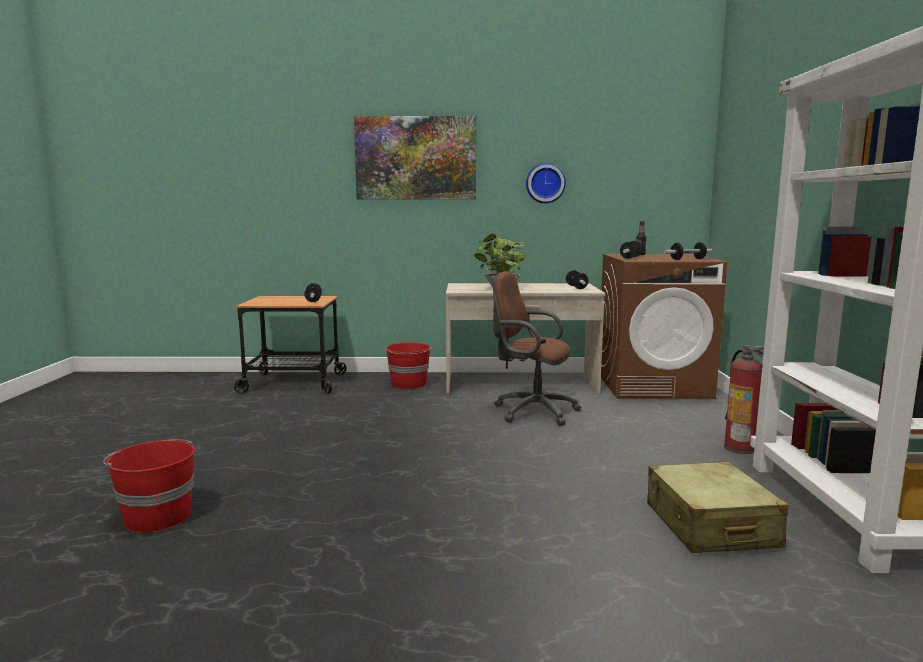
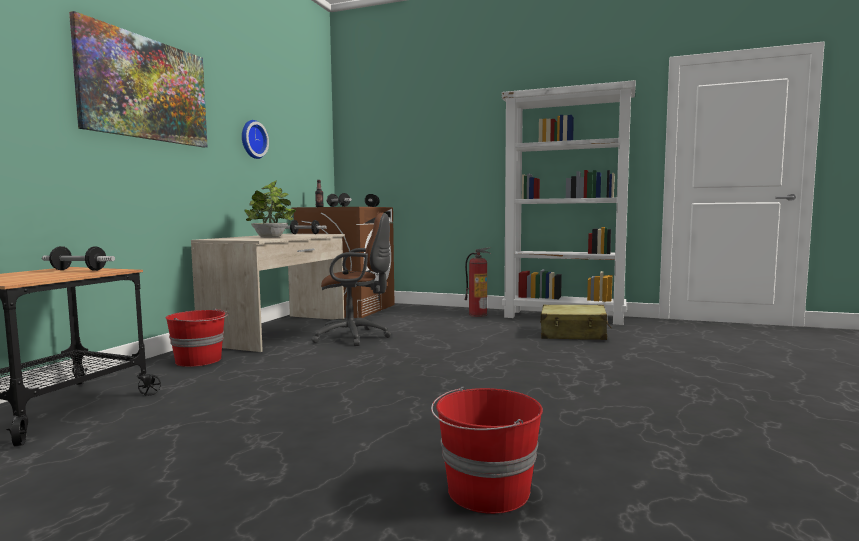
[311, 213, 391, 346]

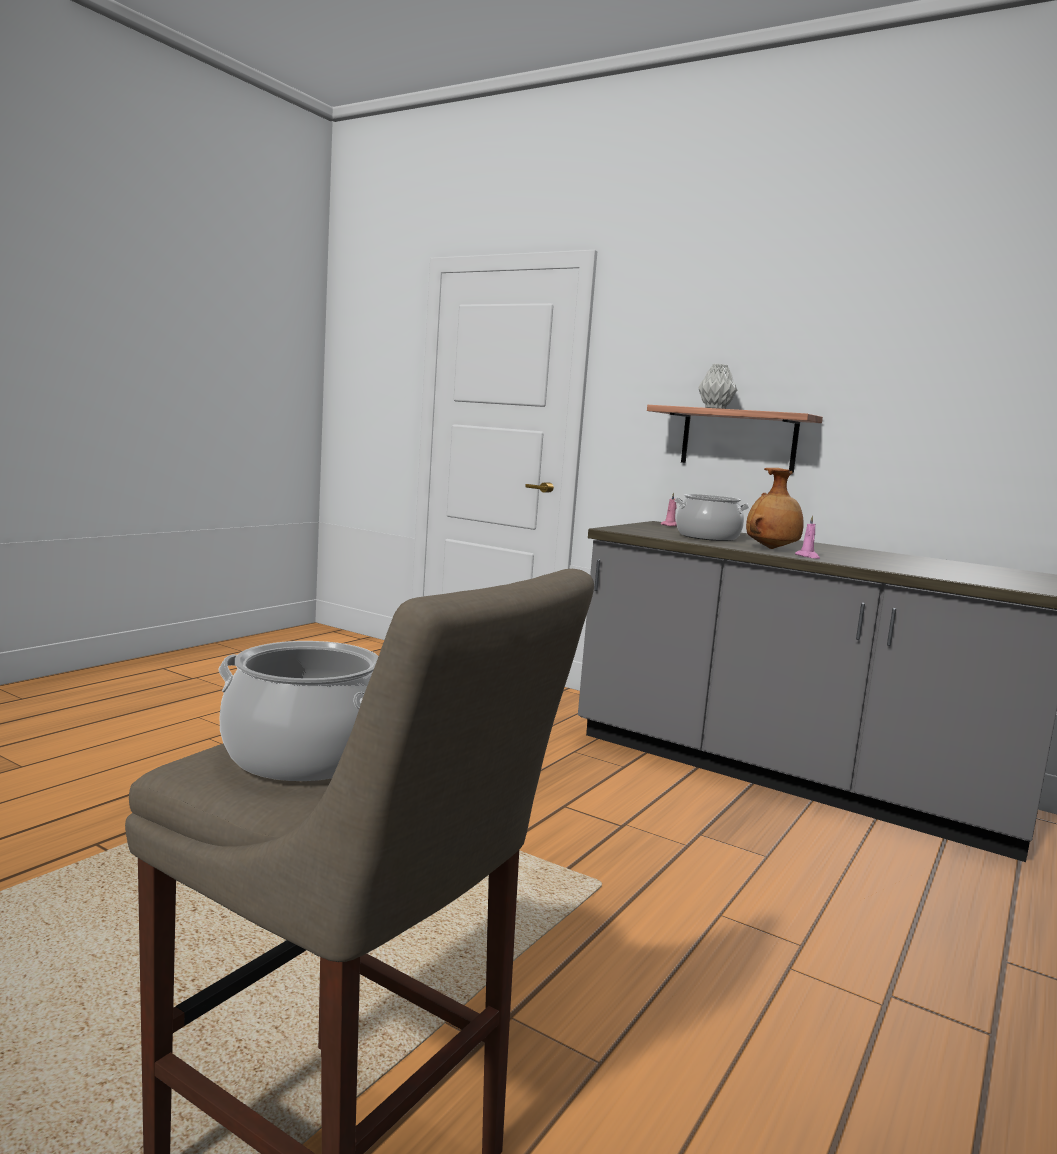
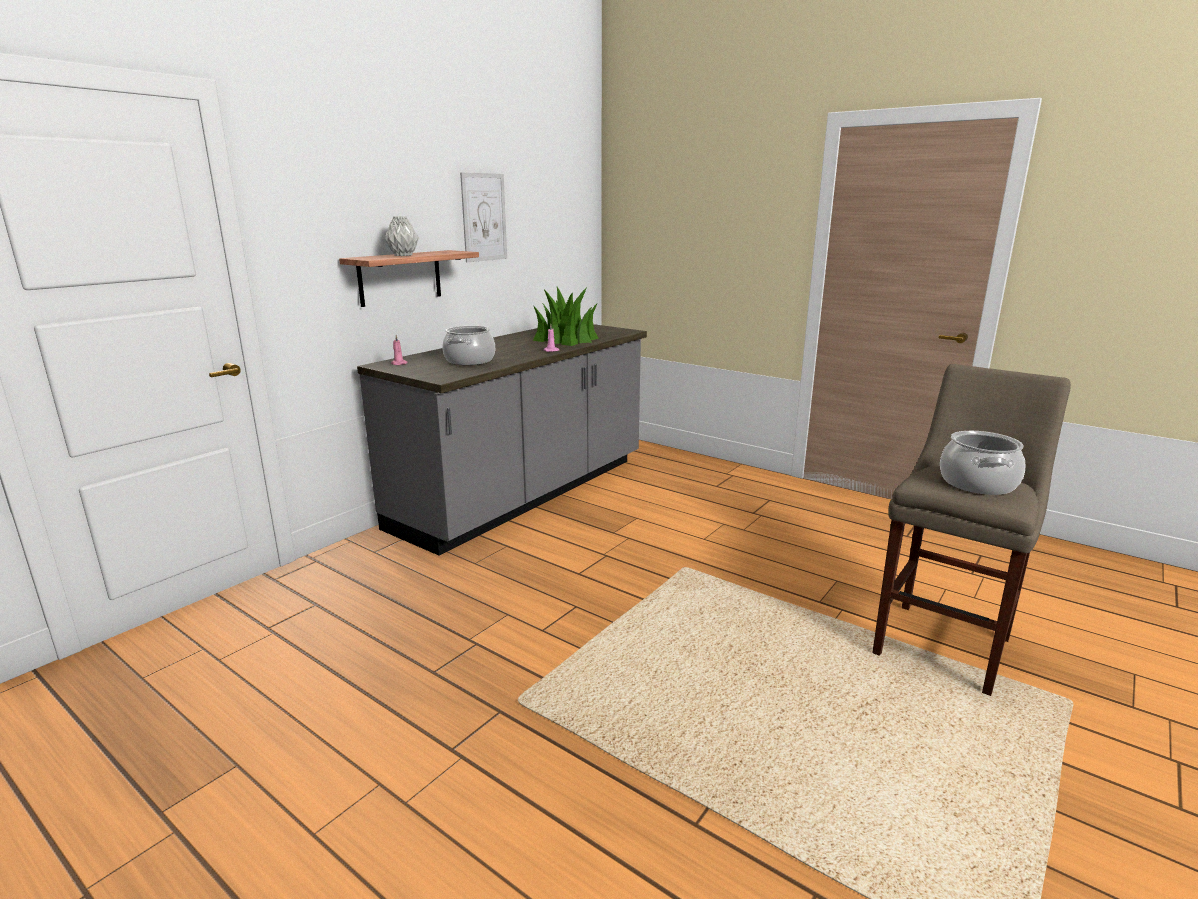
[746, 468, 804, 549] (first image)
[460, 172, 507, 262]
[533, 287, 599, 346]

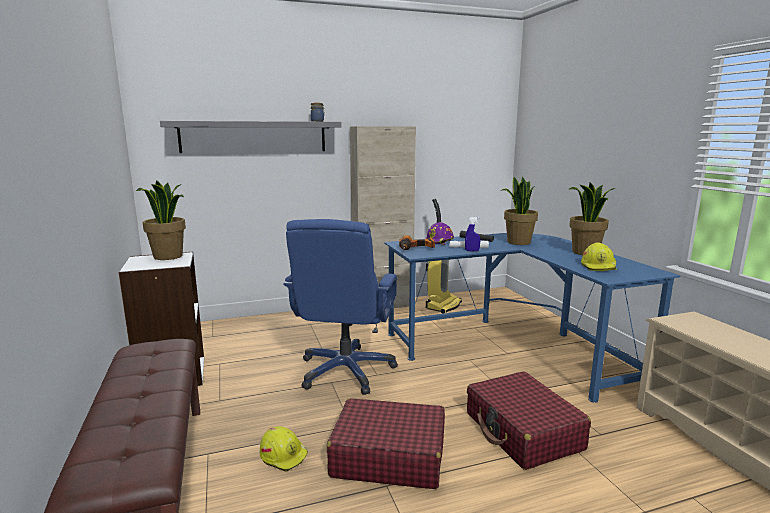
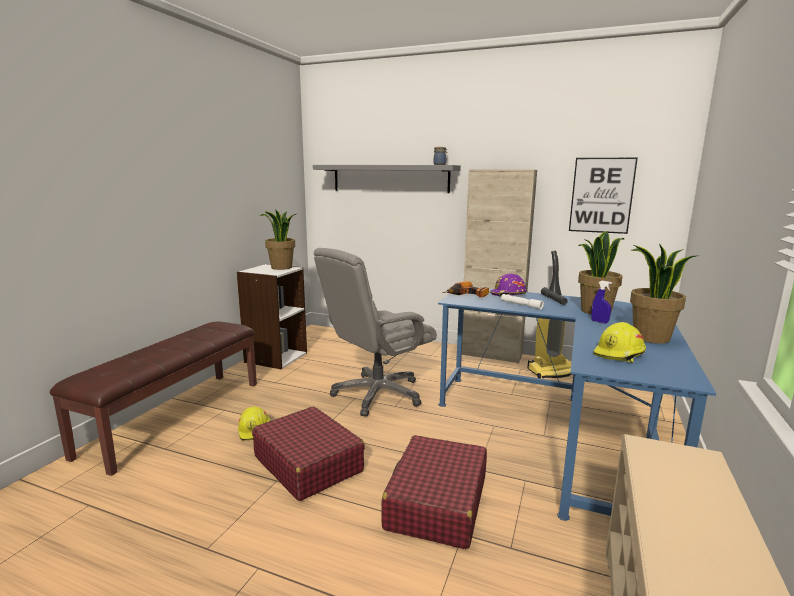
[591, 281, 612, 323]
[314, 248, 437, 416]
[569, 158, 638, 234]

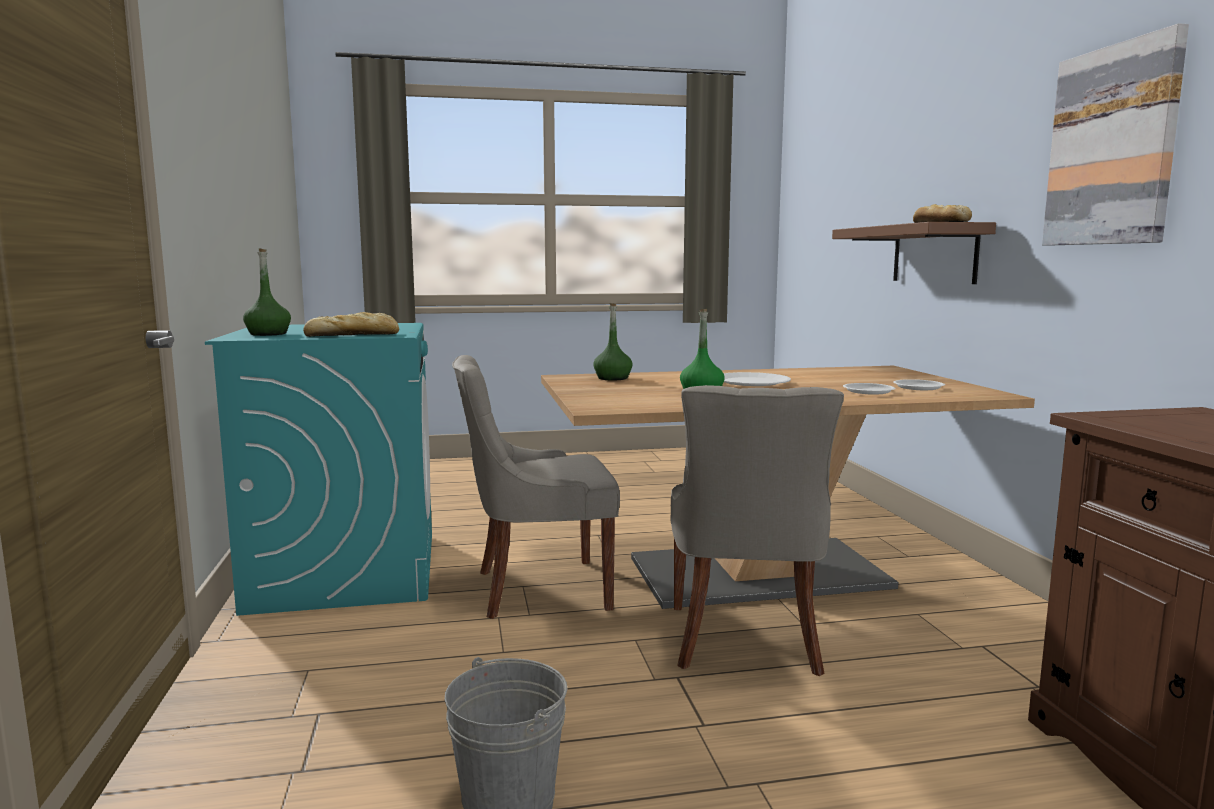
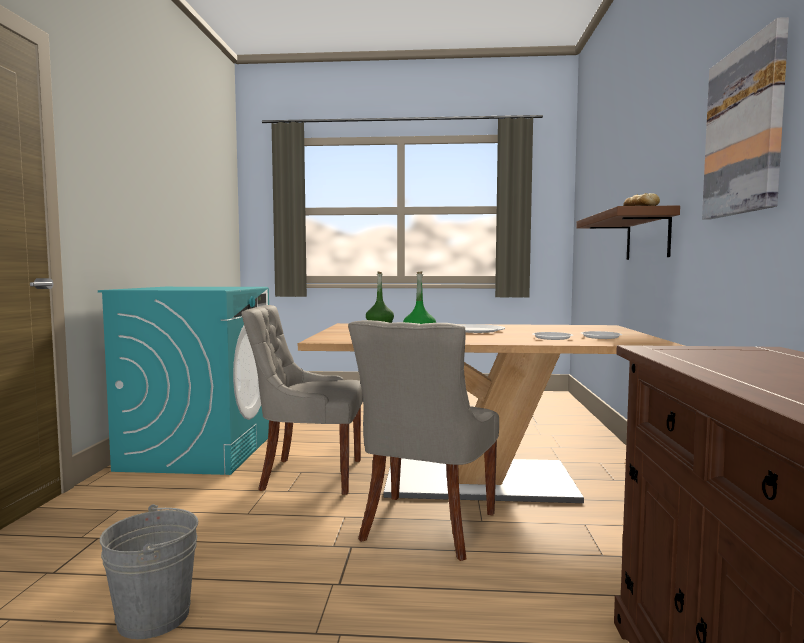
[243, 248, 291, 336] (first image)
[303, 312, 399, 337] (first image)

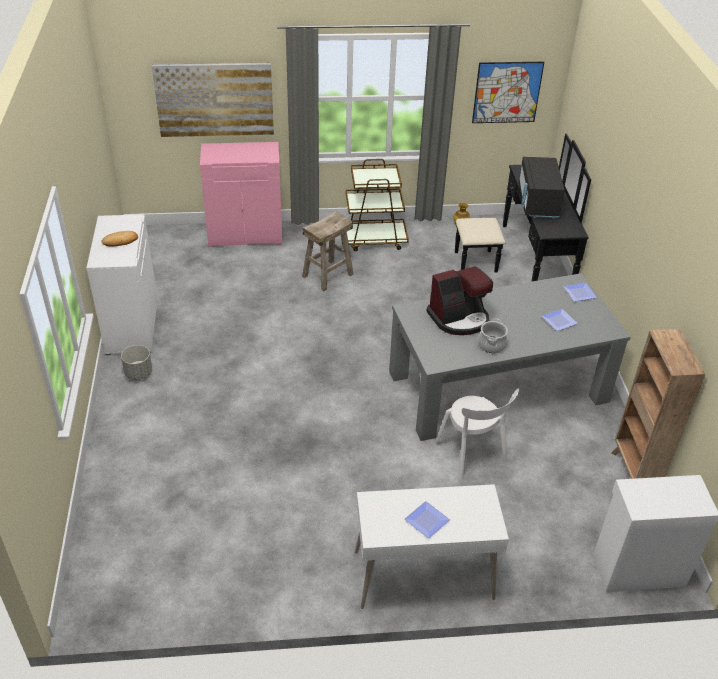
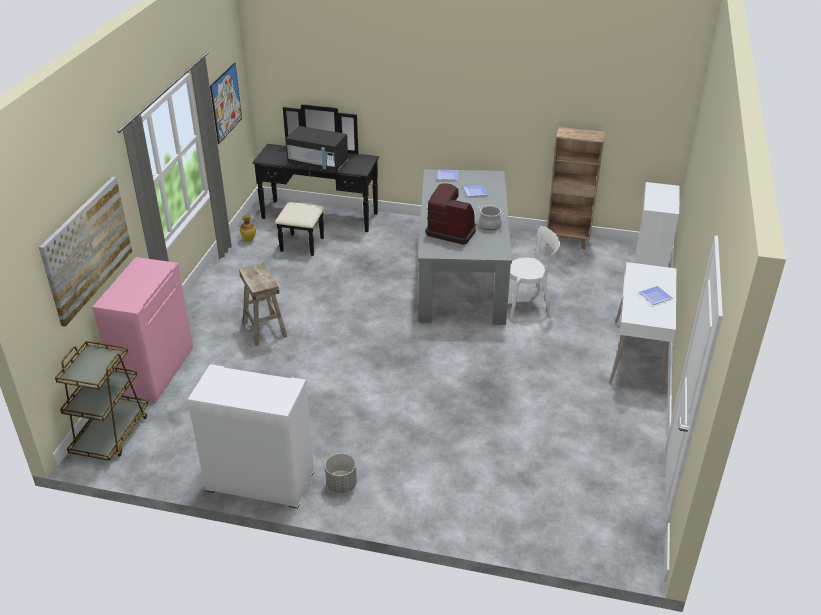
[55, 341, 148, 461]
[101, 231, 138, 246] (first image)
[425, 183, 476, 245]

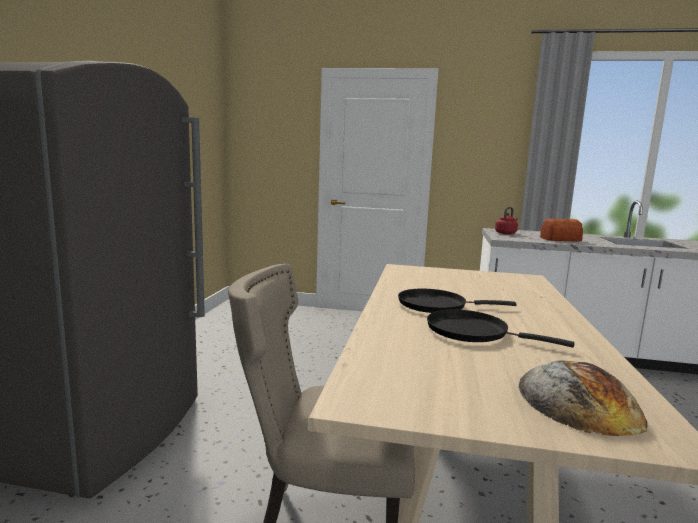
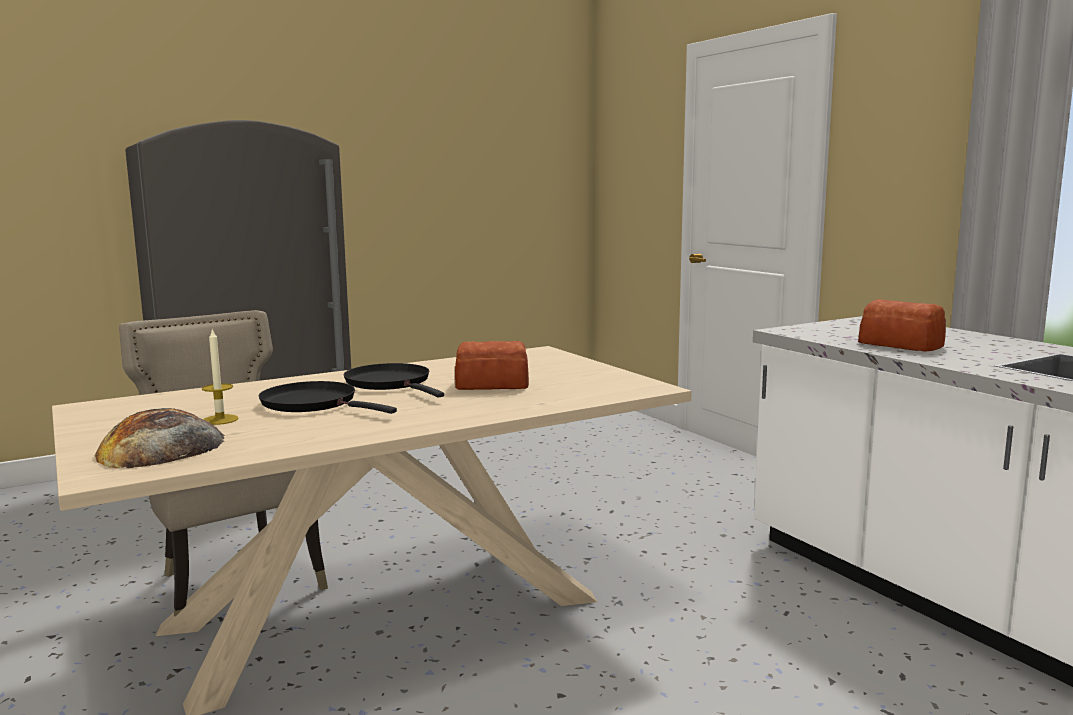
[495, 207, 518, 234] (first image)
[259, 381, 397, 414]
[202, 328, 239, 425]
[455, 341, 529, 390]

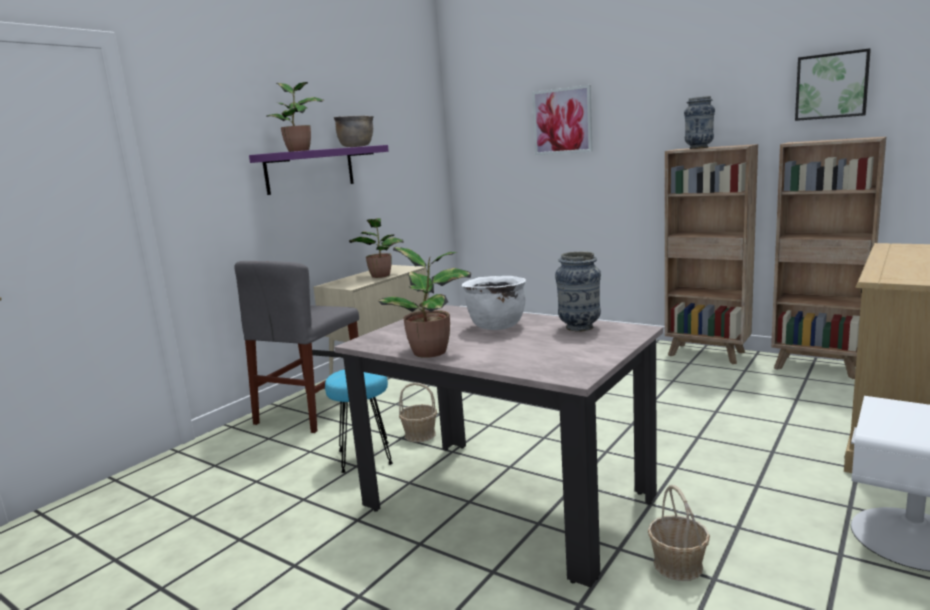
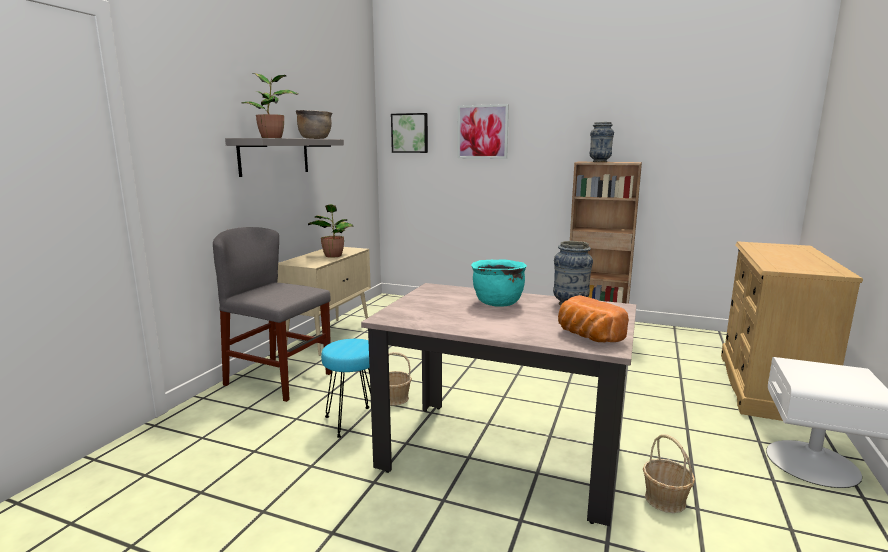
[391, 113, 428, 153]
[771, 137, 886, 379] (first image)
[225, 138, 344, 177]
[378, 247, 471, 358] (first image)
[213, 227, 332, 402]
[471, 259, 527, 307]
[558, 295, 629, 343]

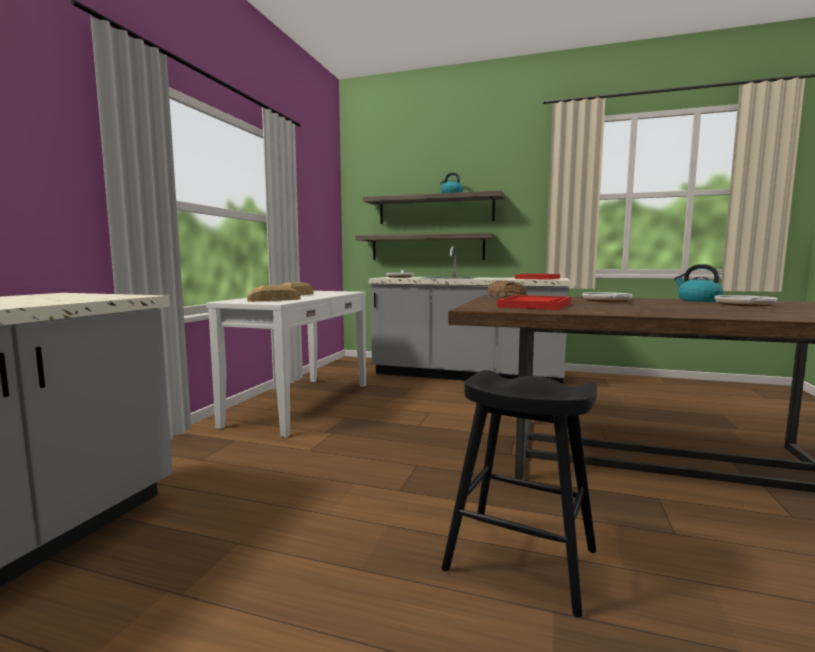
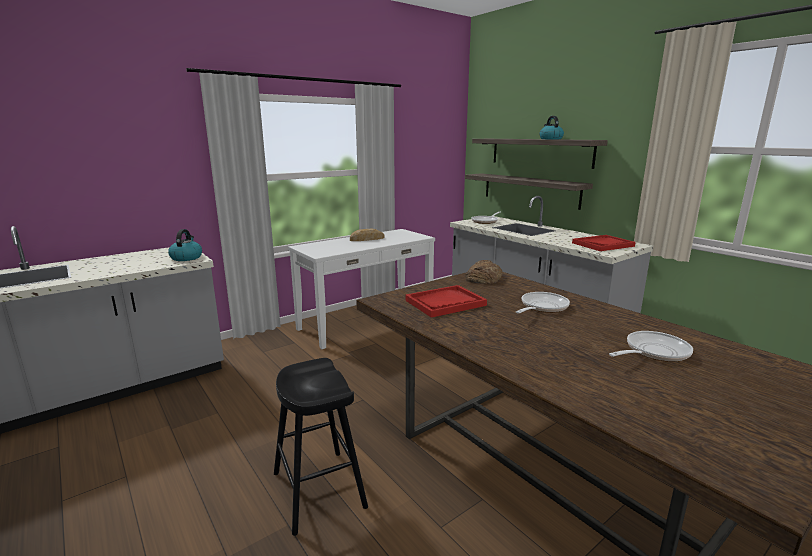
[168, 229, 202, 261]
[247, 285, 300, 302] (first image)

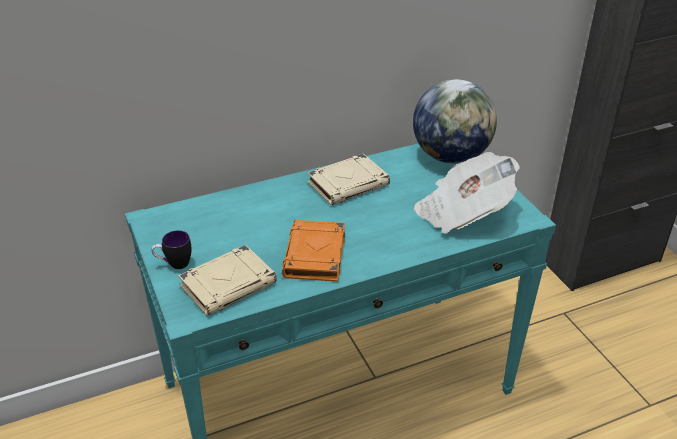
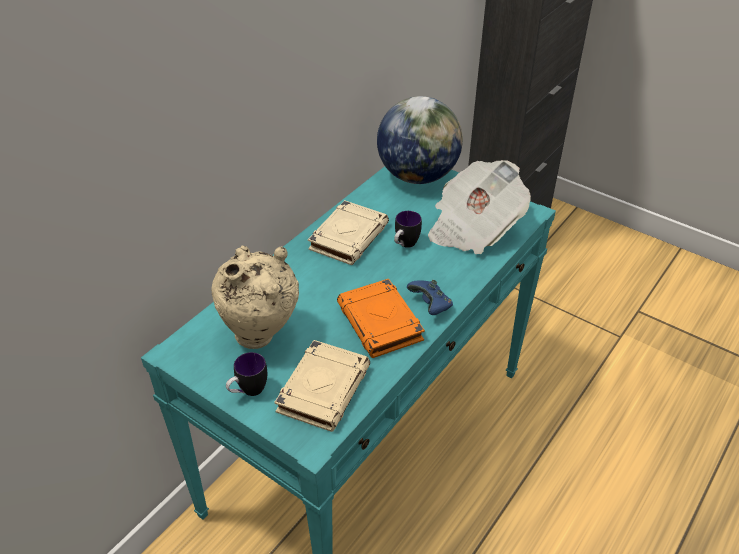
[394, 211, 422, 248]
[211, 245, 299, 349]
[407, 280, 453, 315]

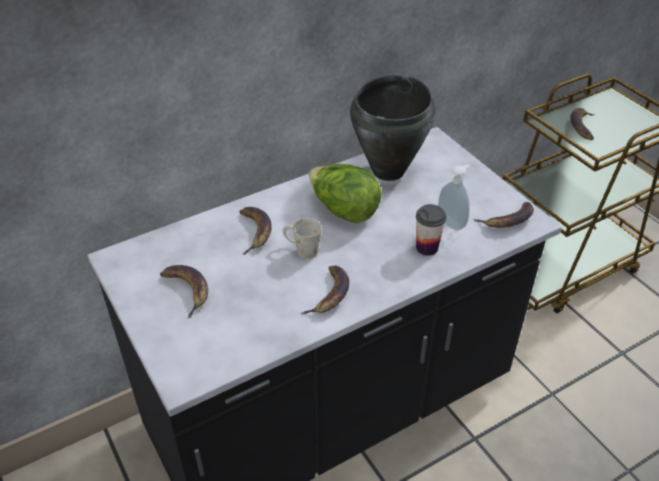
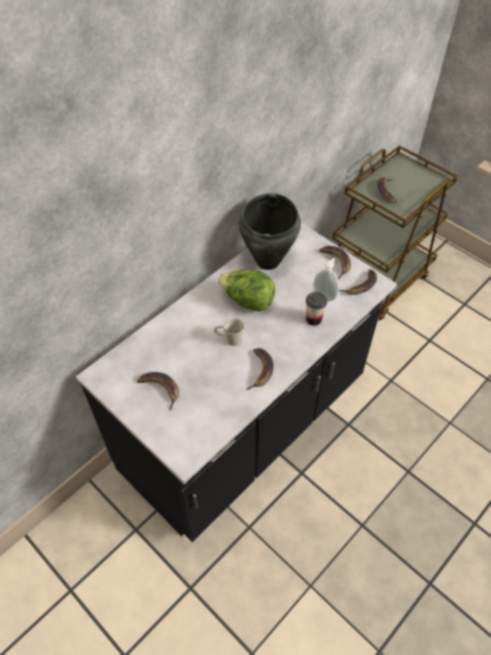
[319, 246, 351, 280]

